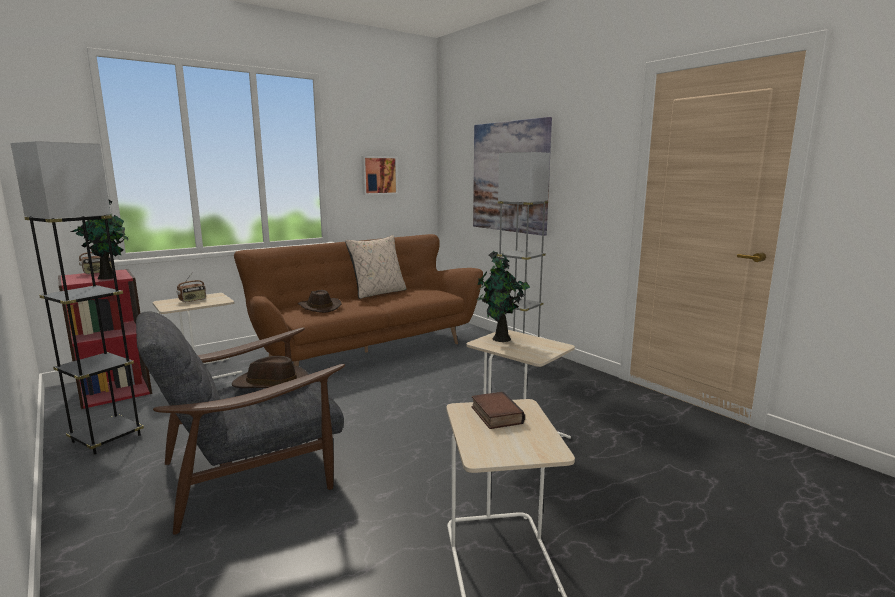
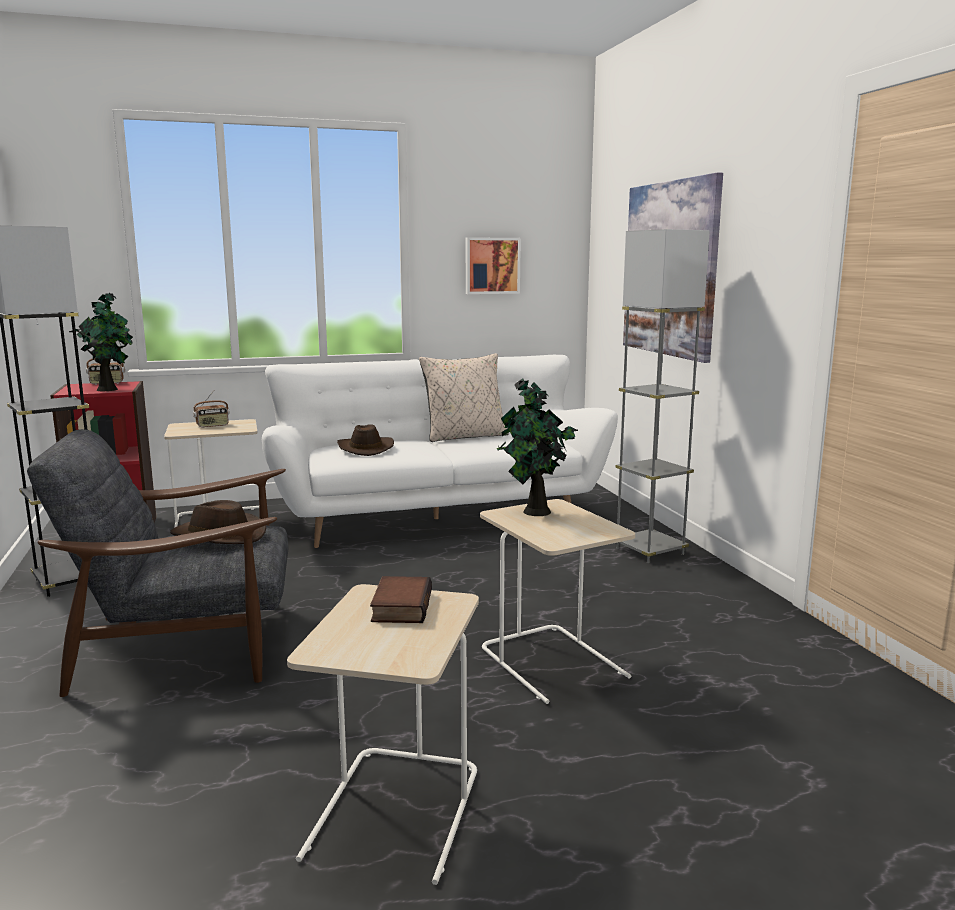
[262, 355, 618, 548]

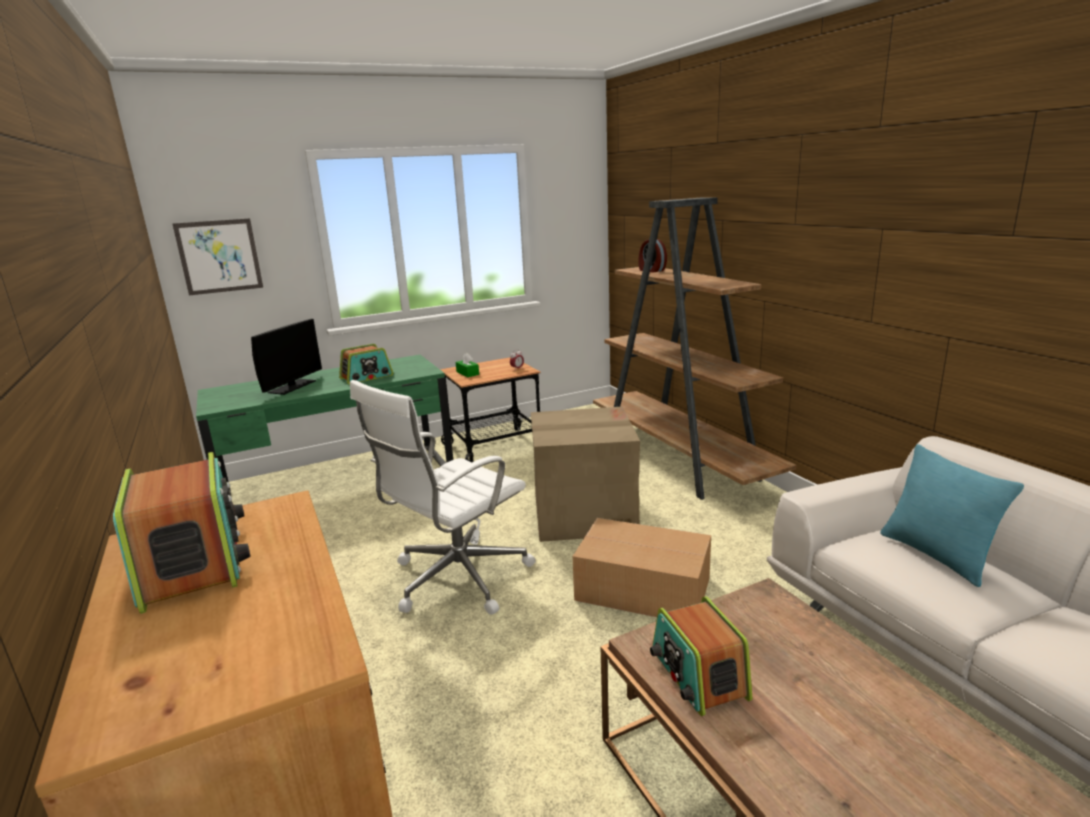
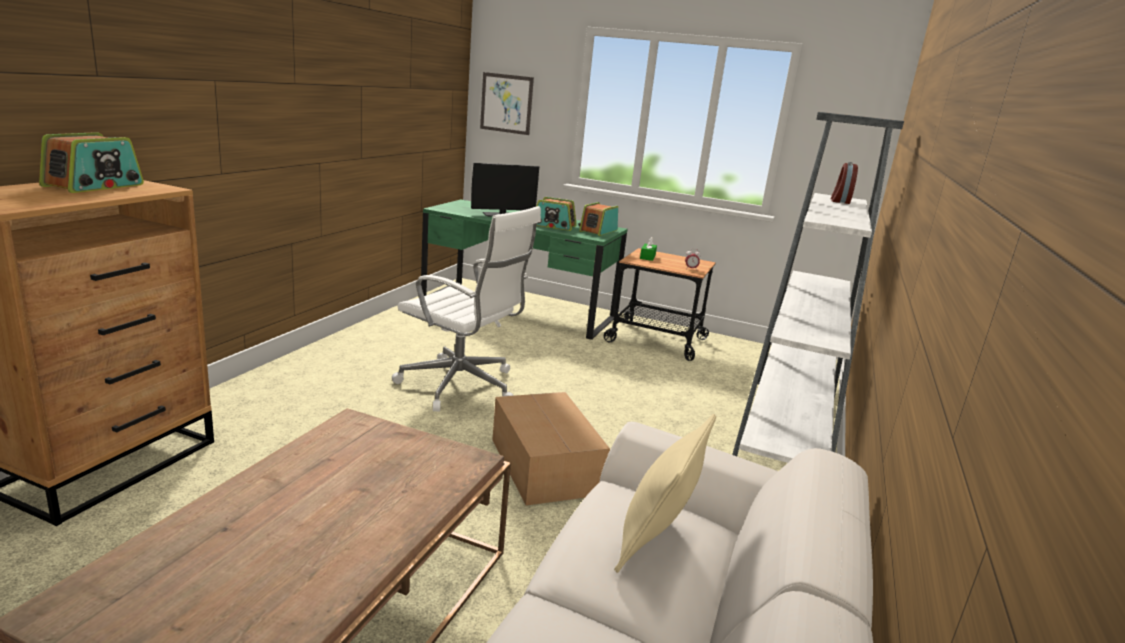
[732, 112, 904, 463]
[392, 206, 541, 412]
[531, 407, 640, 542] (first image)
[614, 414, 716, 573]
[579, 202, 618, 236]

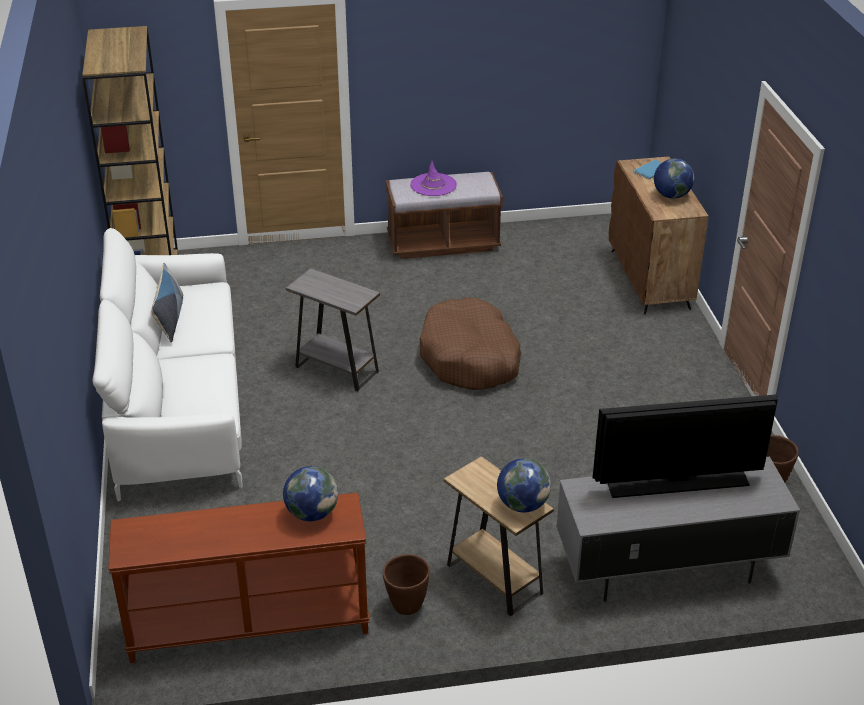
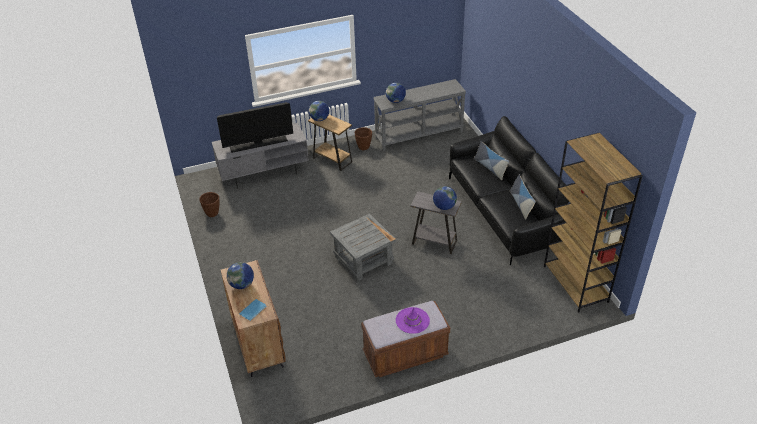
[449, 116, 569, 265]
[330, 213, 396, 281]
[373, 79, 466, 151]
[474, 141, 509, 180]
[433, 186, 457, 210]

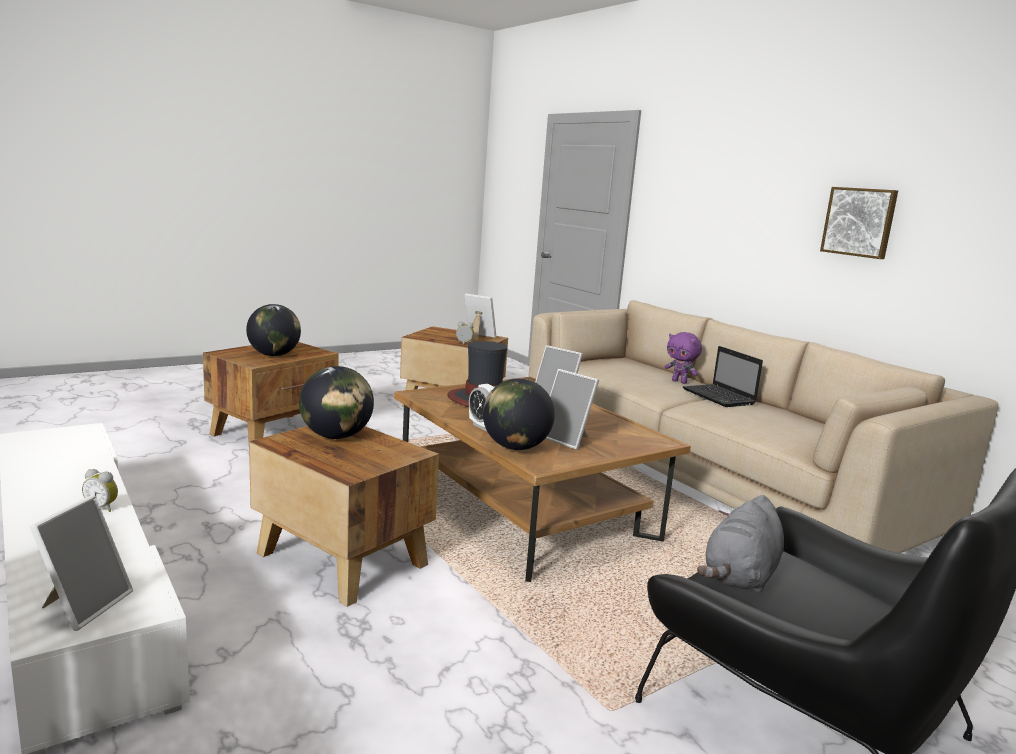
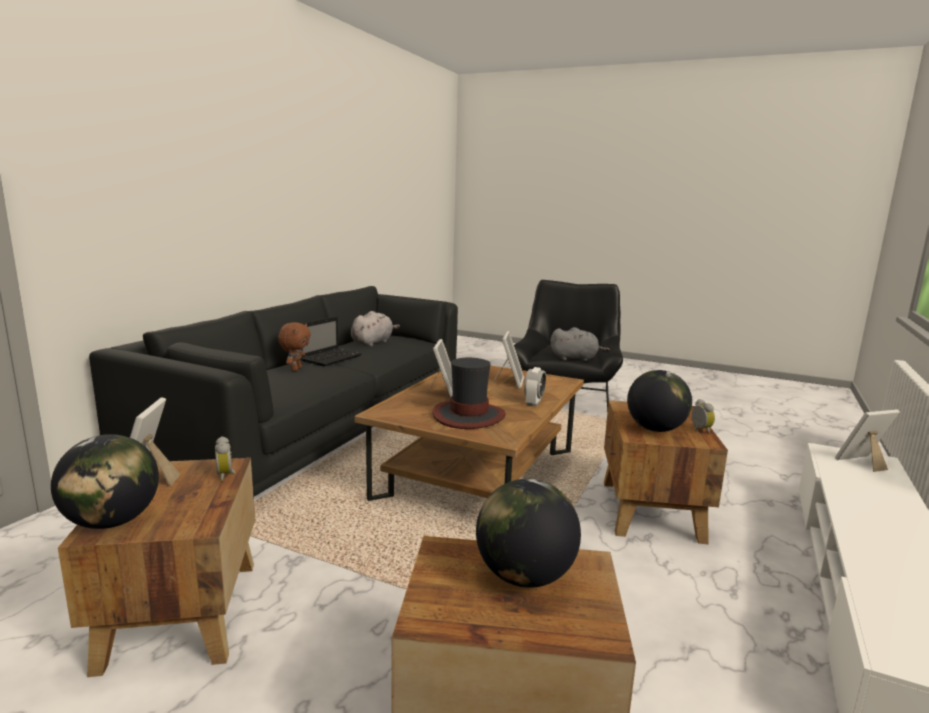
[820, 187, 898, 259] (first image)
[89, 286, 458, 496]
[278, 322, 311, 371]
[51, 434, 159, 529]
[691, 399, 715, 433]
[351, 311, 400, 347]

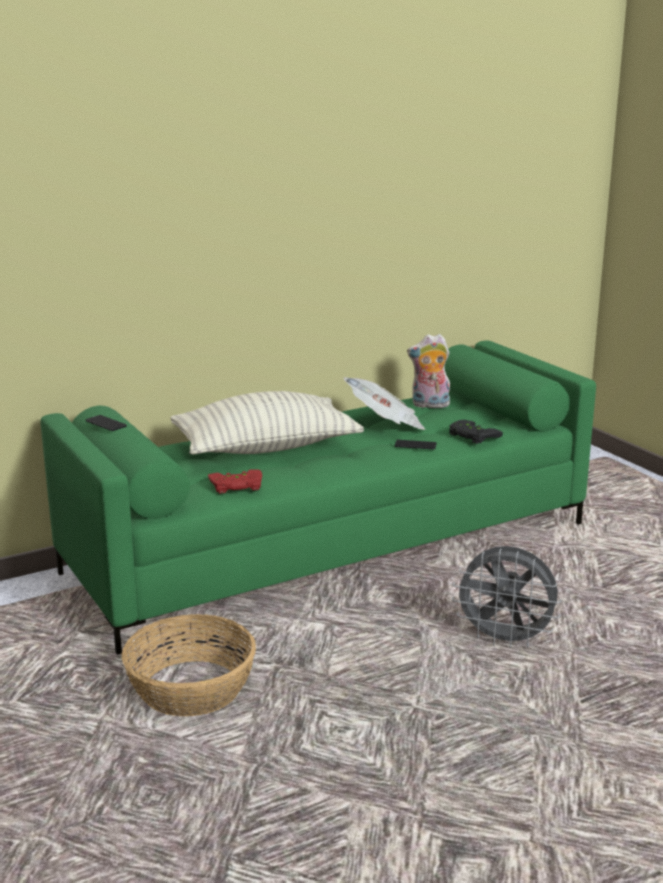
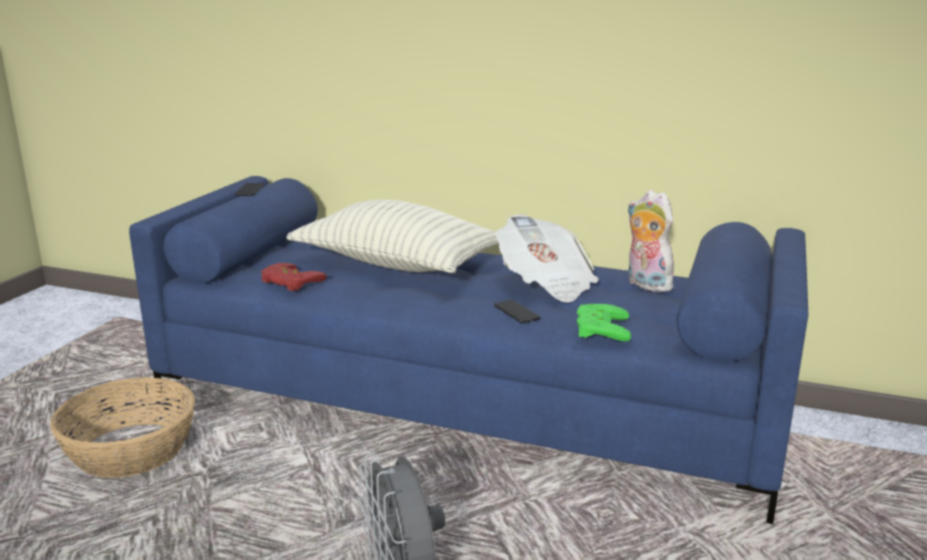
[129, 176, 808, 524]
[577, 304, 631, 341]

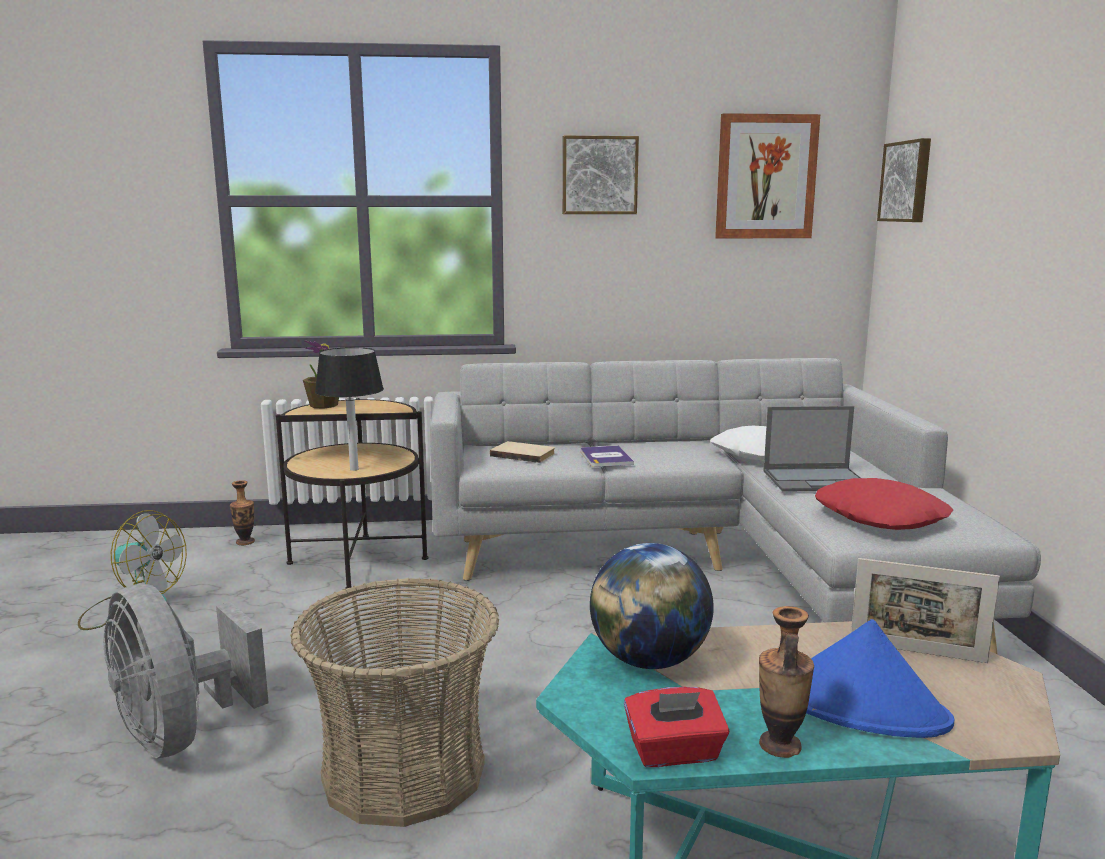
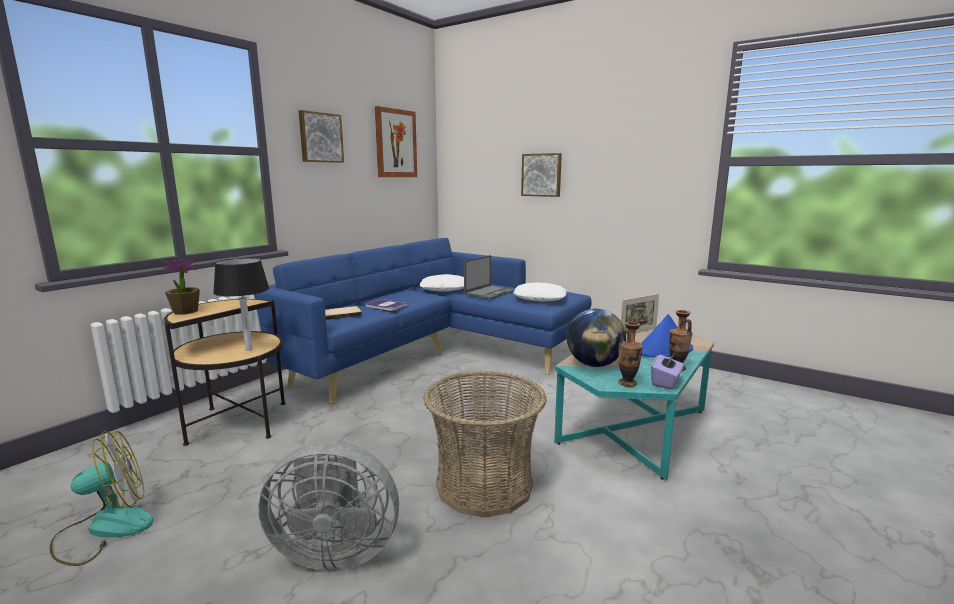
[521, 153, 562, 197]
[254, 238, 592, 404]
[513, 282, 567, 302]
[618, 322, 643, 387]
[651, 353, 684, 389]

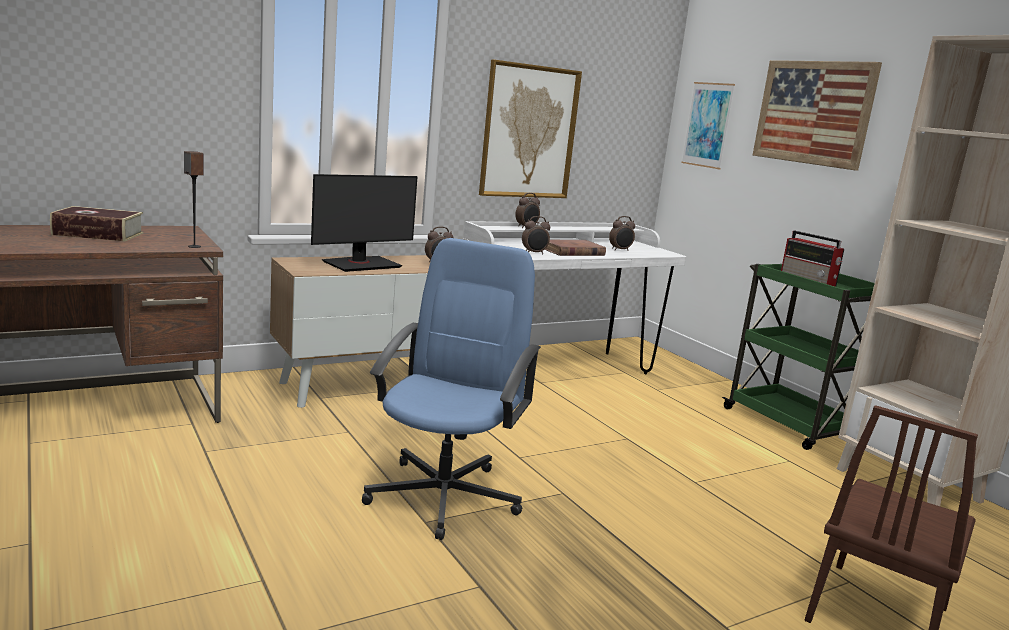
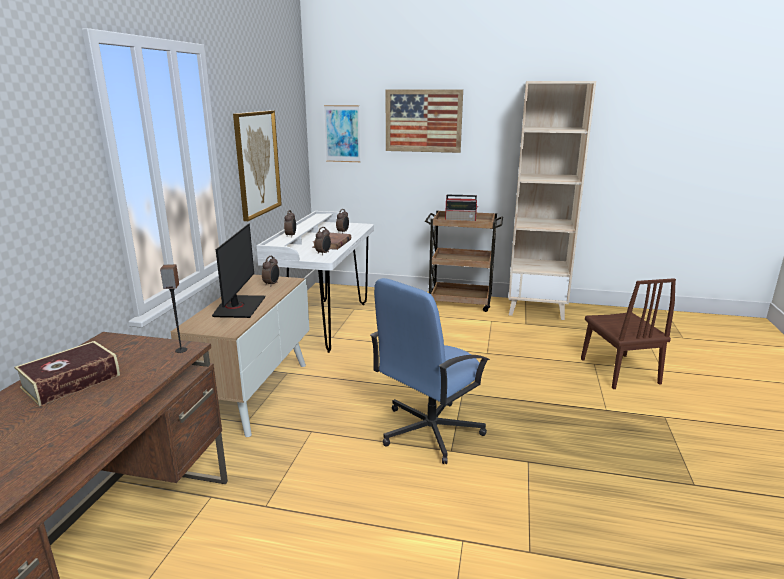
[370, 278, 490, 464]
[425, 210, 503, 312]

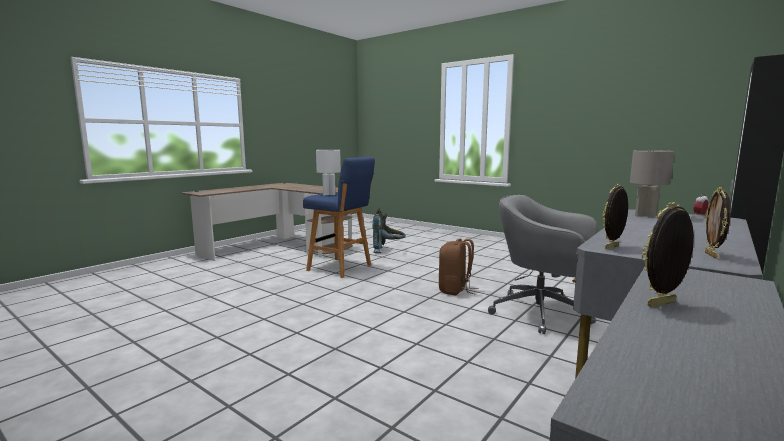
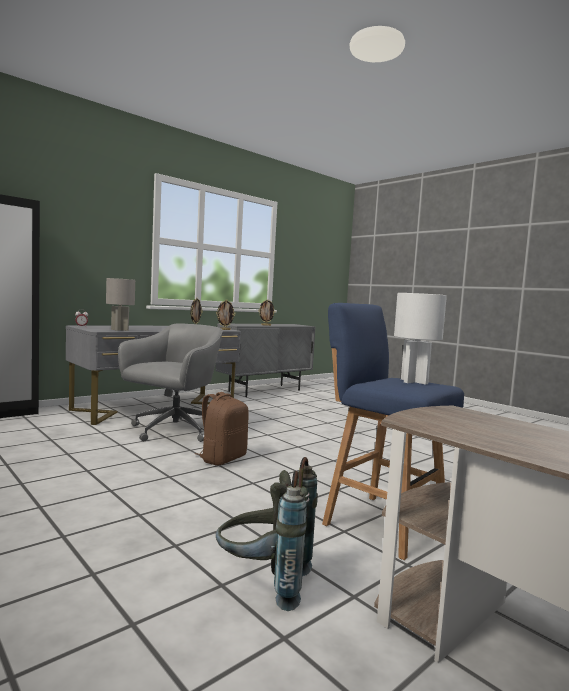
[118, 324, 223, 442]

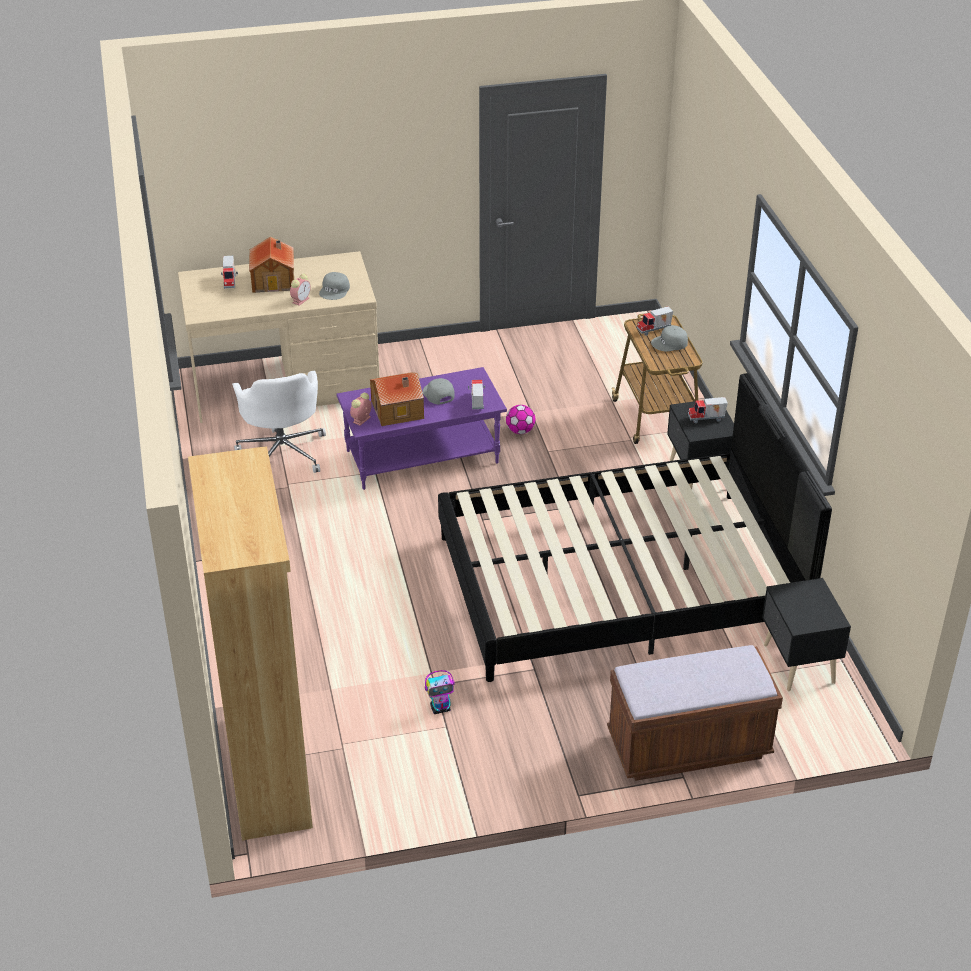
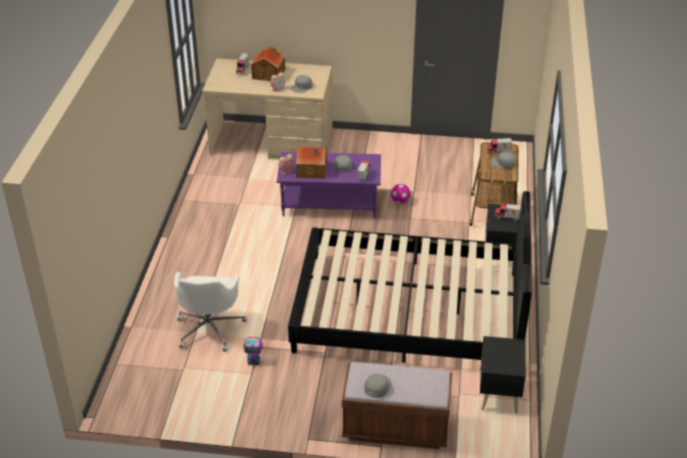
[174, 272, 247, 352]
[188, 446, 313, 841] (first image)
[364, 374, 392, 398]

